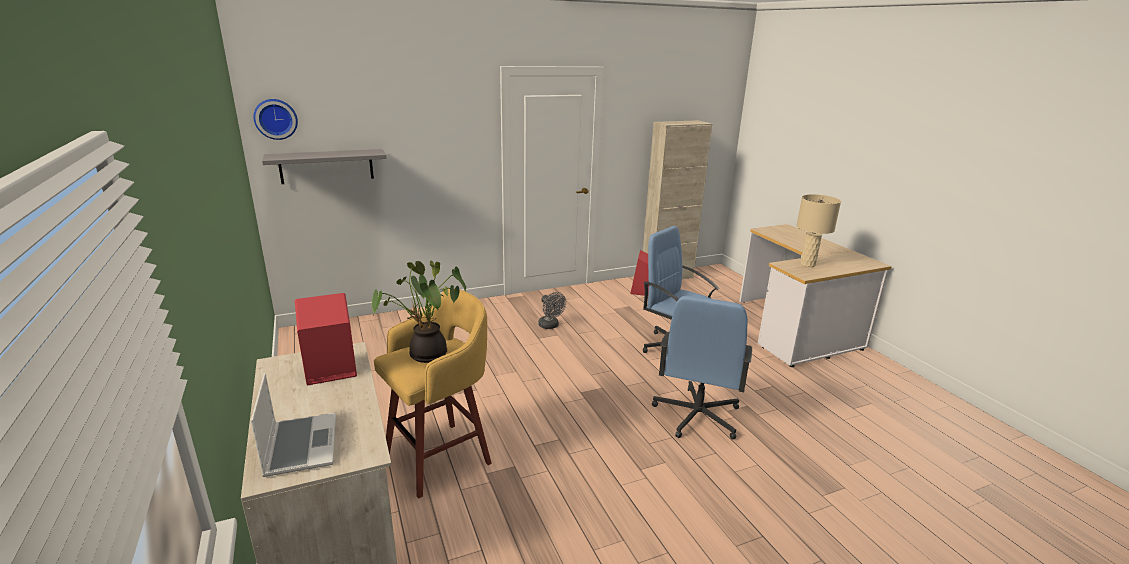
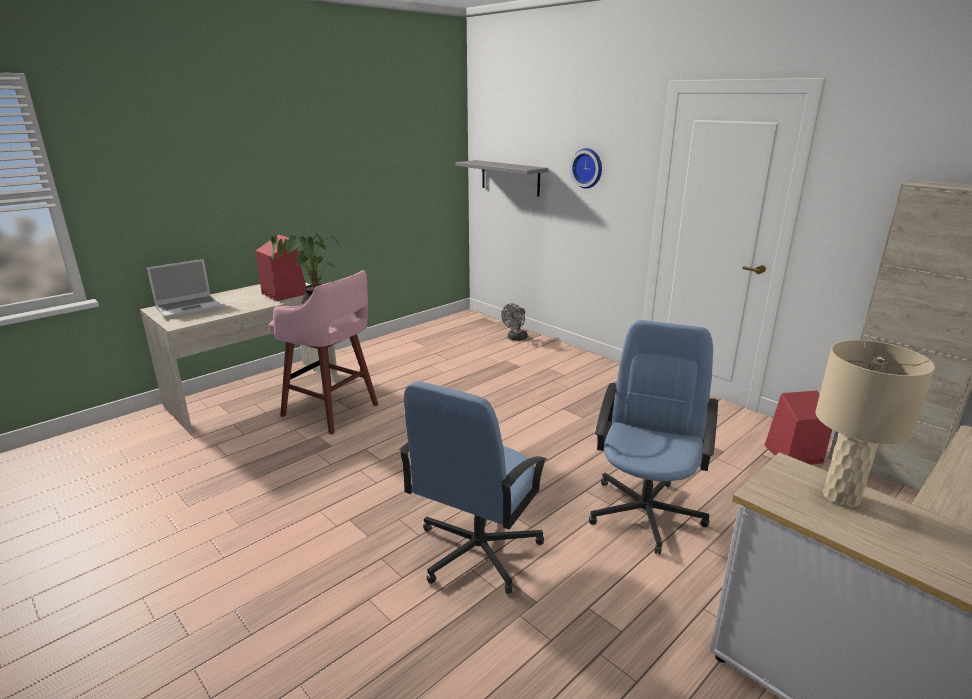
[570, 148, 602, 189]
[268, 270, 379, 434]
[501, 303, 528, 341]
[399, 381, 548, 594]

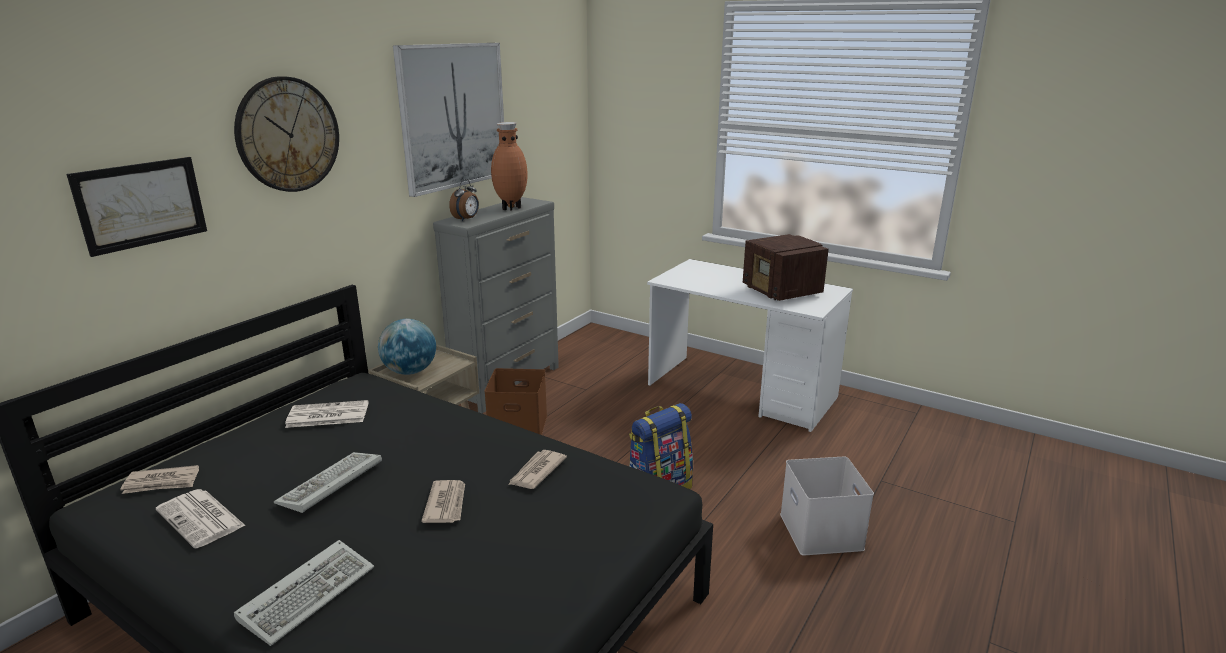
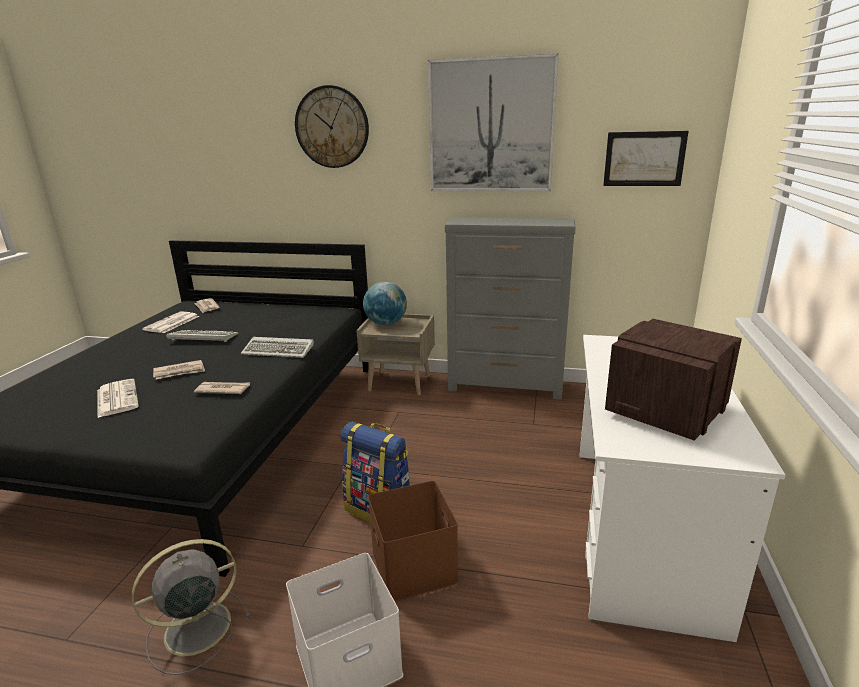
[603, 131, 689, 186]
[241, 337, 314, 358]
[97, 379, 139, 418]
[449, 179, 479, 222] (first image)
[368, 481, 459, 602]
[491, 122, 527, 211] (first image)
[132, 539, 251, 675]

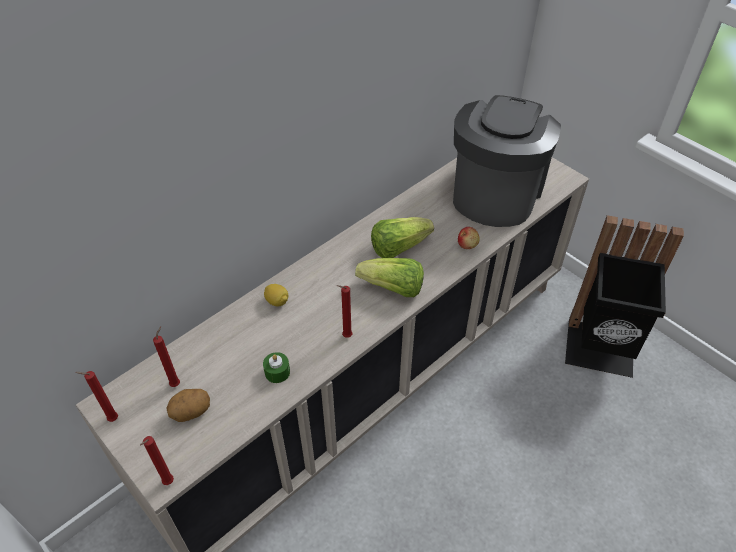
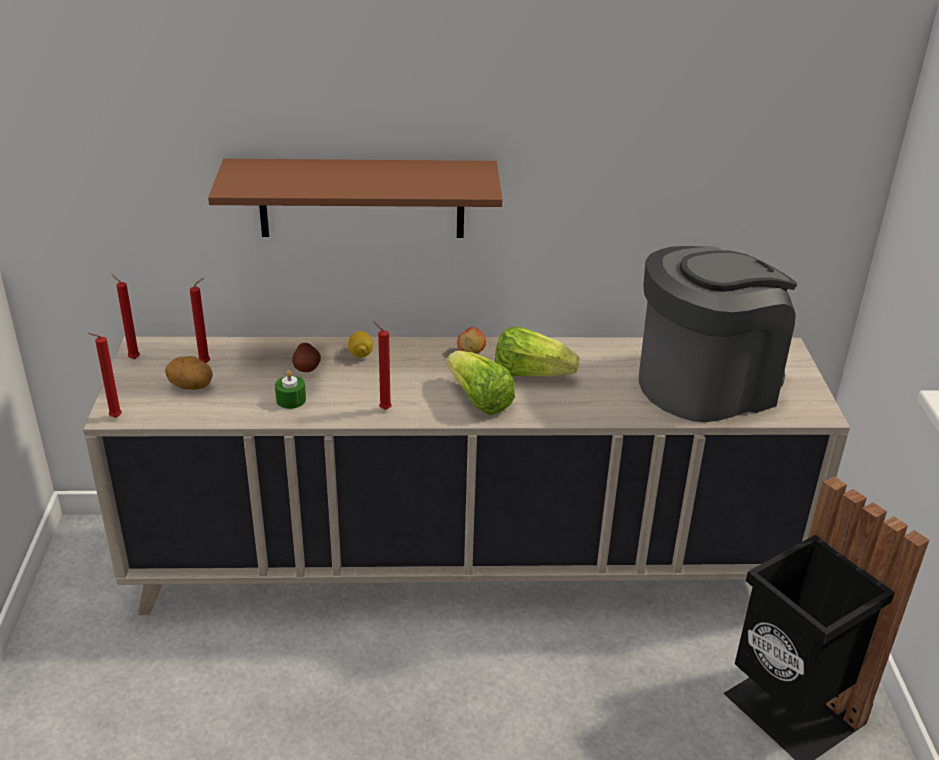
[457, 327, 486, 354]
[208, 159, 502, 238]
[292, 343, 321, 372]

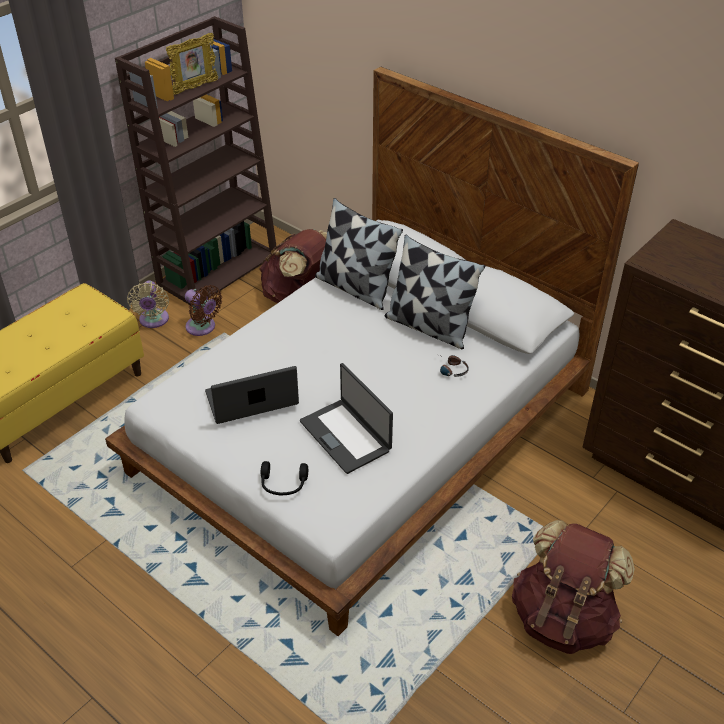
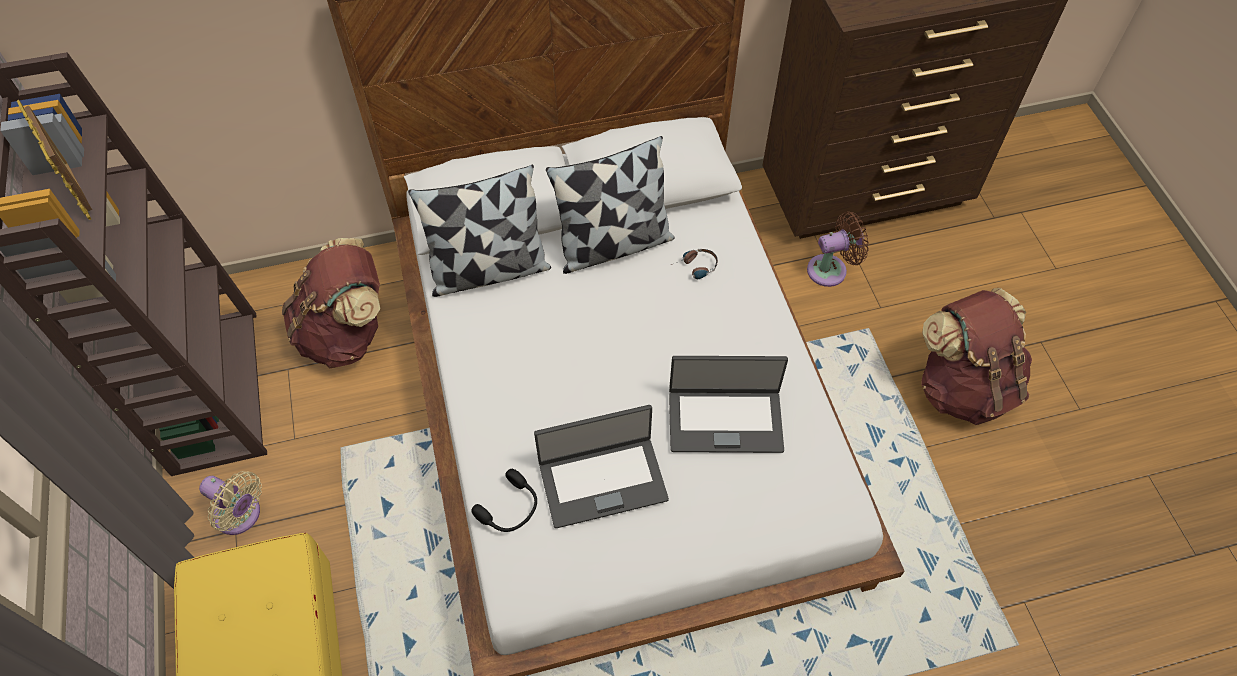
[17, 100, 92, 220]
[807, 212, 869, 287]
[534, 405, 669, 528]
[471, 469, 537, 532]

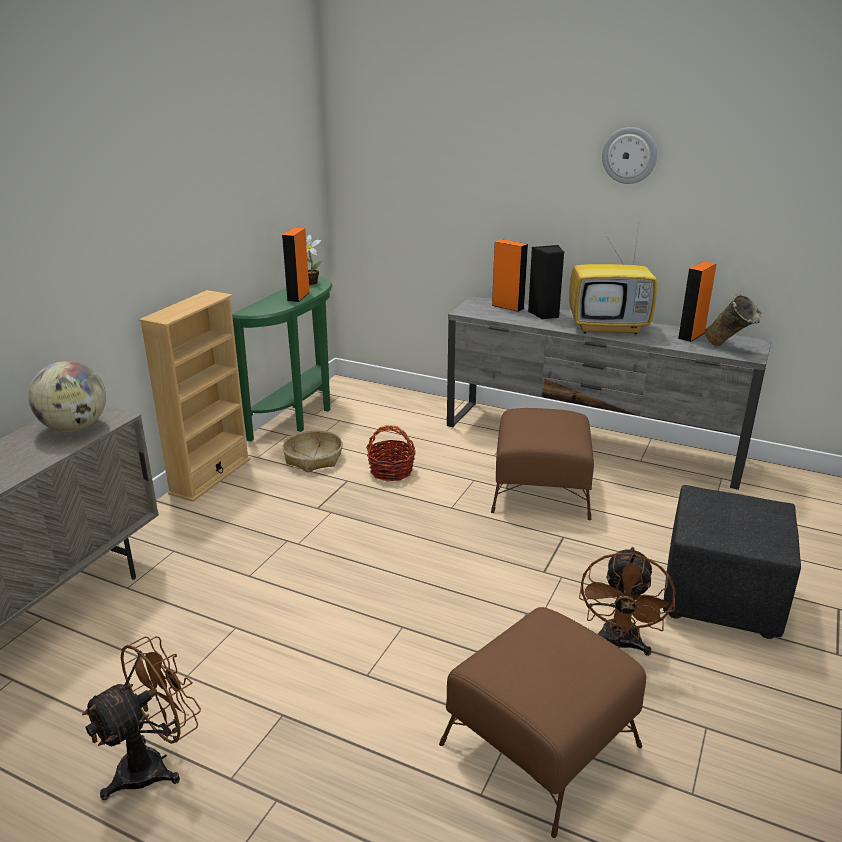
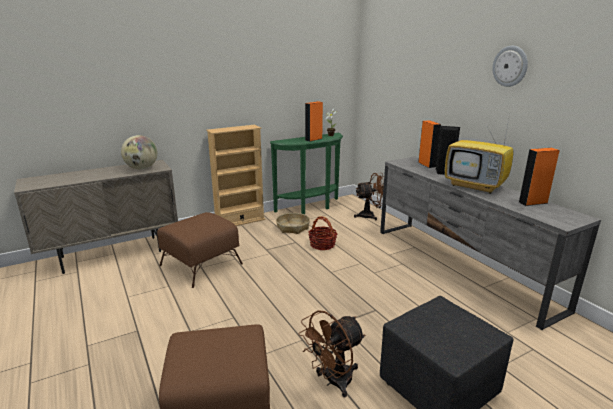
[354, 173, 384, 220]
[157, 212, 243, 288]
[705, 294, 761, 346] (first image)

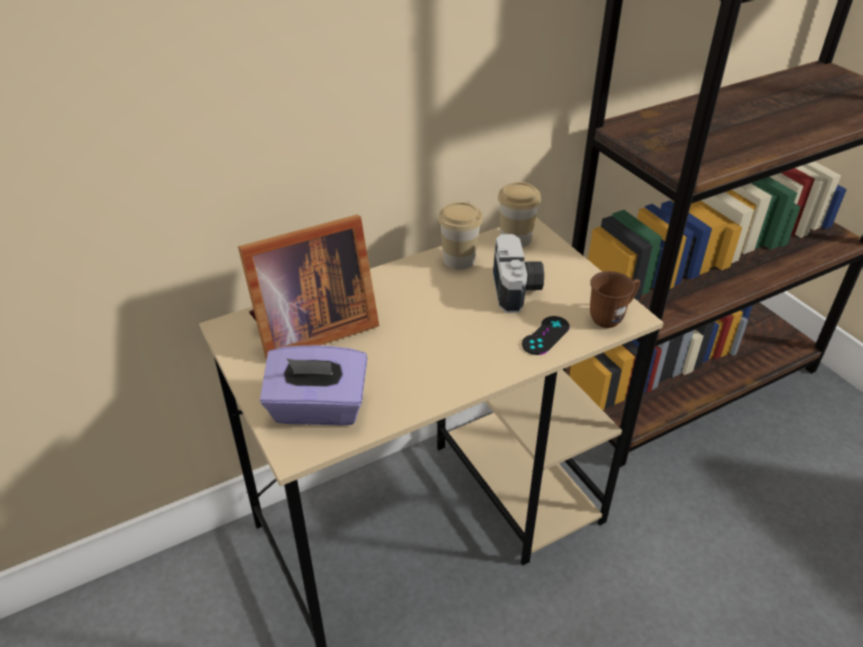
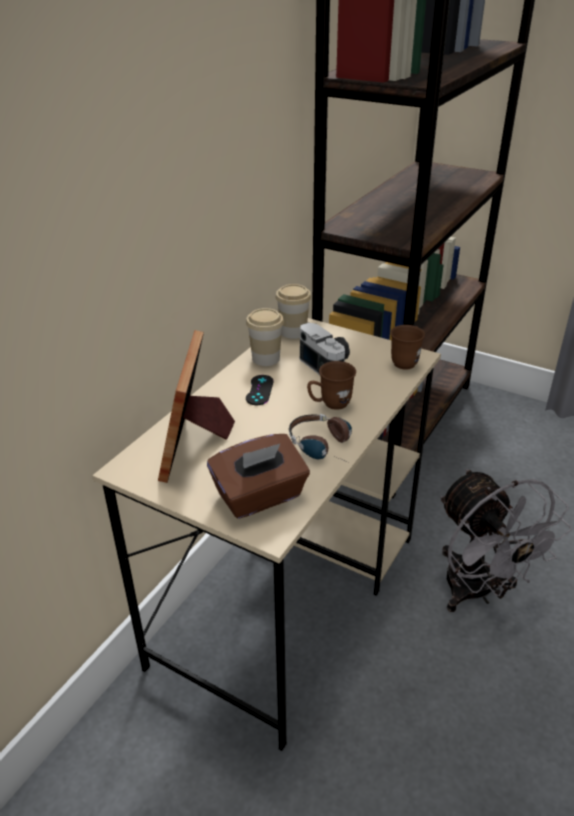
[158, 330, 235, 483]
[207, 434, 310, 519]
[246, 375, 274, 405]
[289, 414, 352, 460]
[307, 361, 356, 410]
[440, 469, 572, 612]

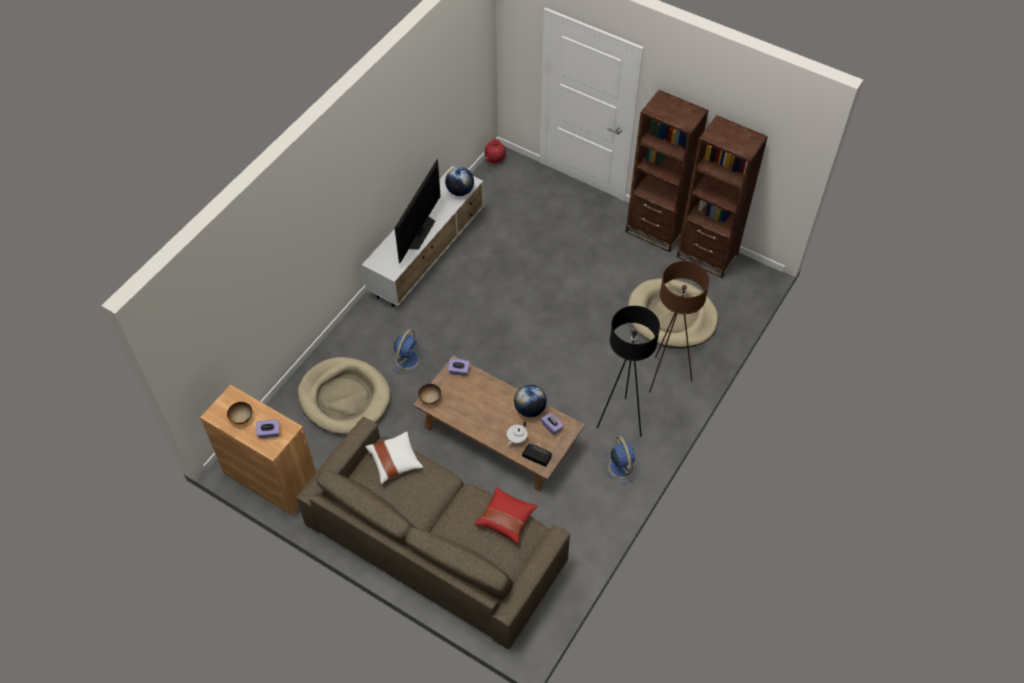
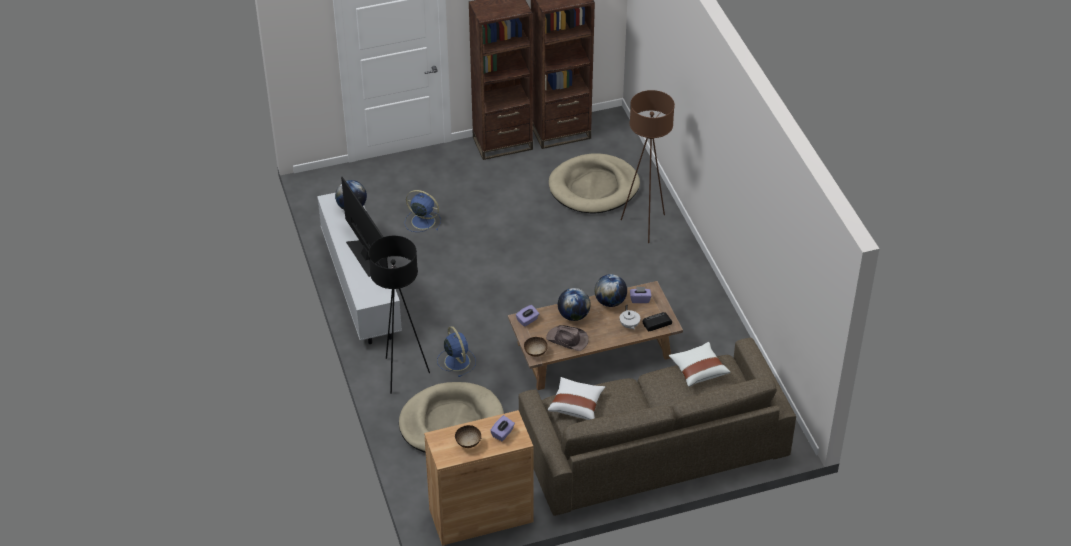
[669, 342, 730, 387]
[484, 139, 506, 164] (first image)
[368, 236, 430, 394]
[405, 190, 441, 232]
[546, 325, 589, 351]
[558, 288, 591, 321]

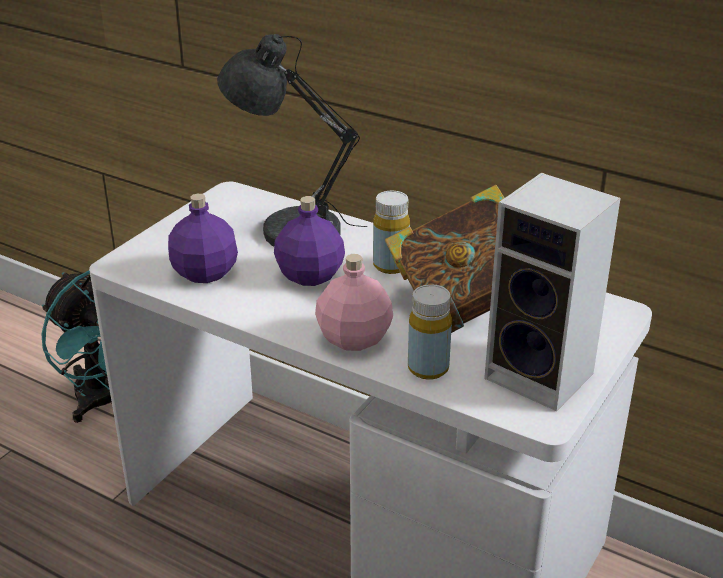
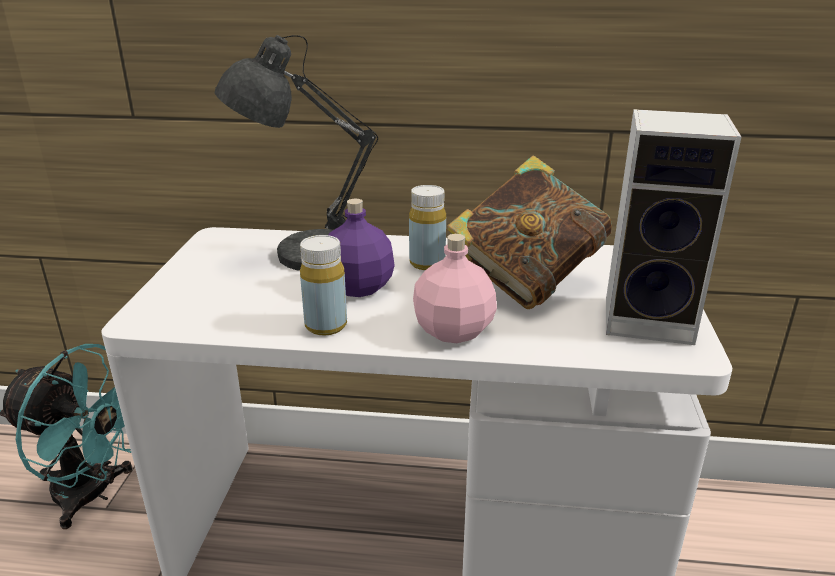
[168, 194, 238, 283] (first image)
[300, 235, 347, 336]

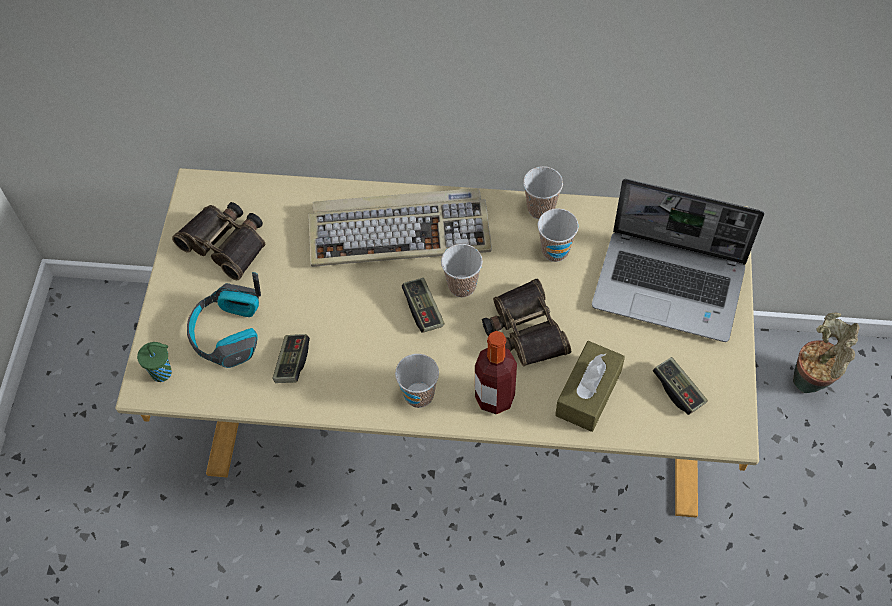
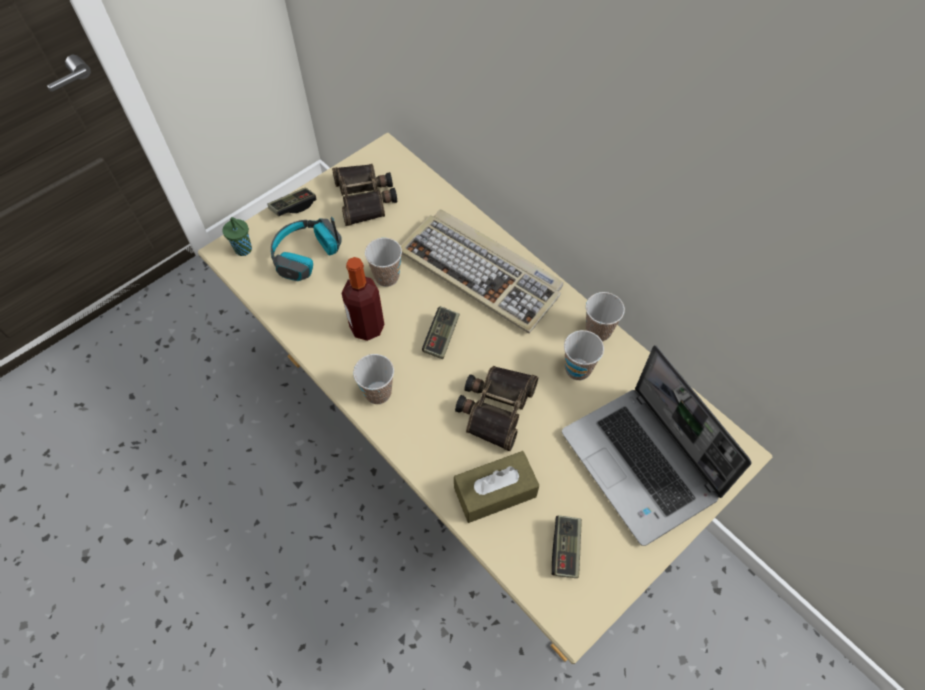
[268, 188, 316, 216]
[365, 238, 402, 287]
[341, 257, 385, 341]
[793, 312, 860, 393] (first image)

